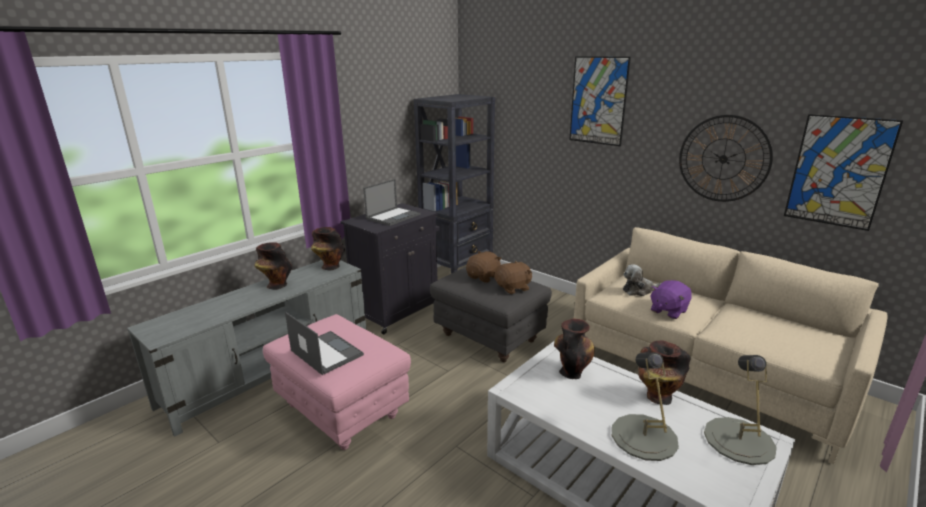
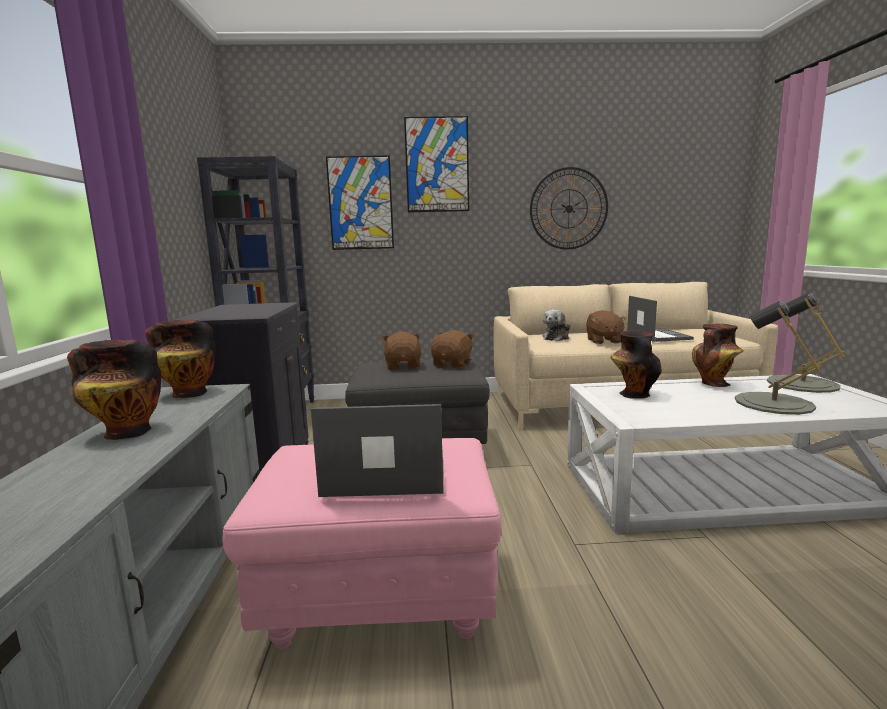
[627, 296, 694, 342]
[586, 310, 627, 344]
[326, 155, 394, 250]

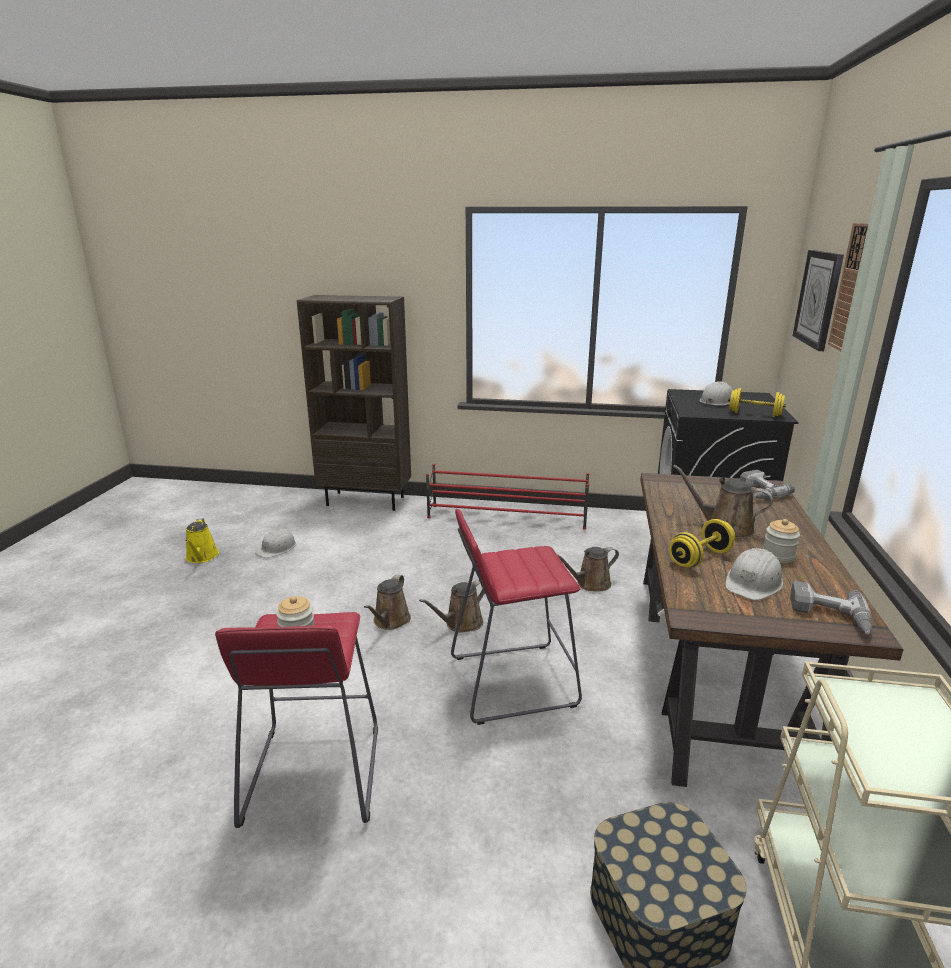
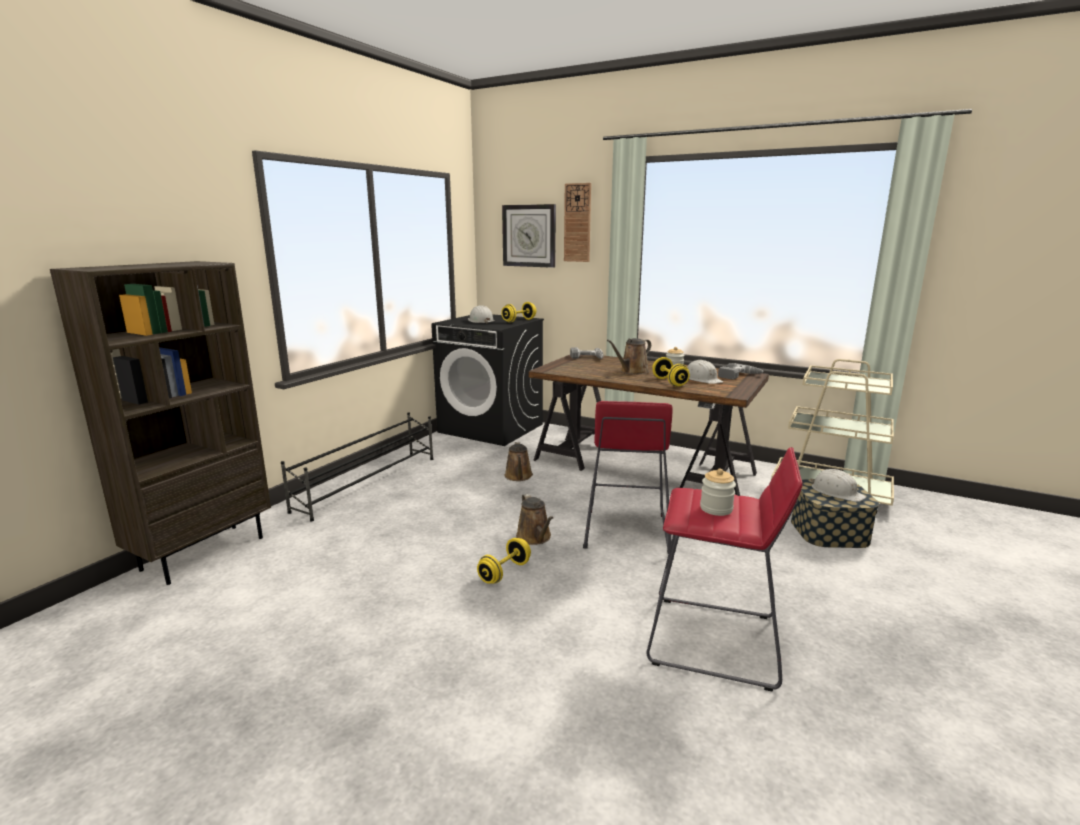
[185, 518, 219, 563] (first image)
[810, 469, 866, 502]
[477, 538, 531, 584]
[281, 412, 433, 521]

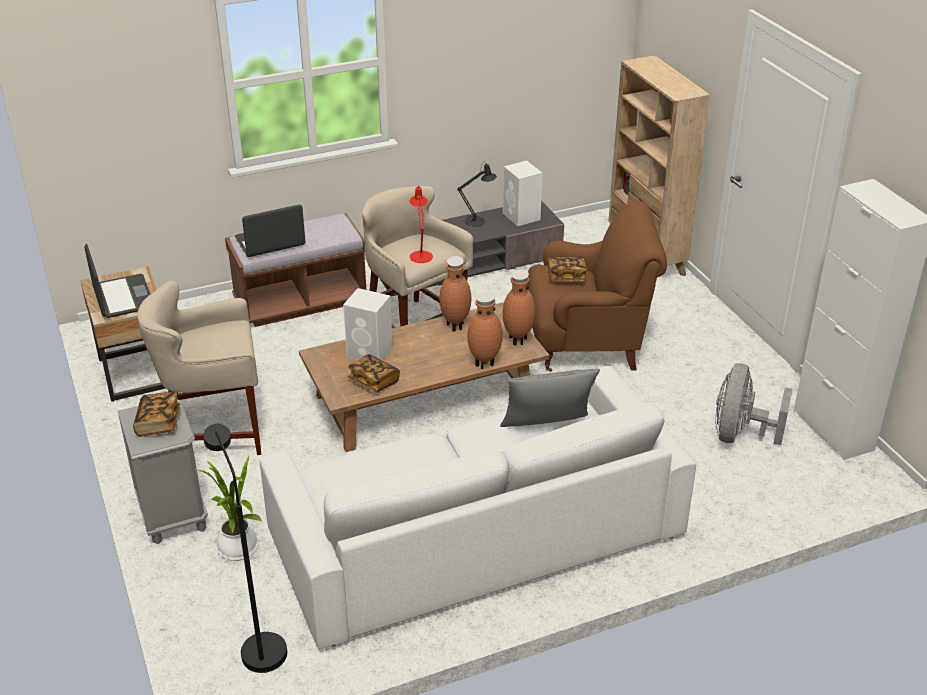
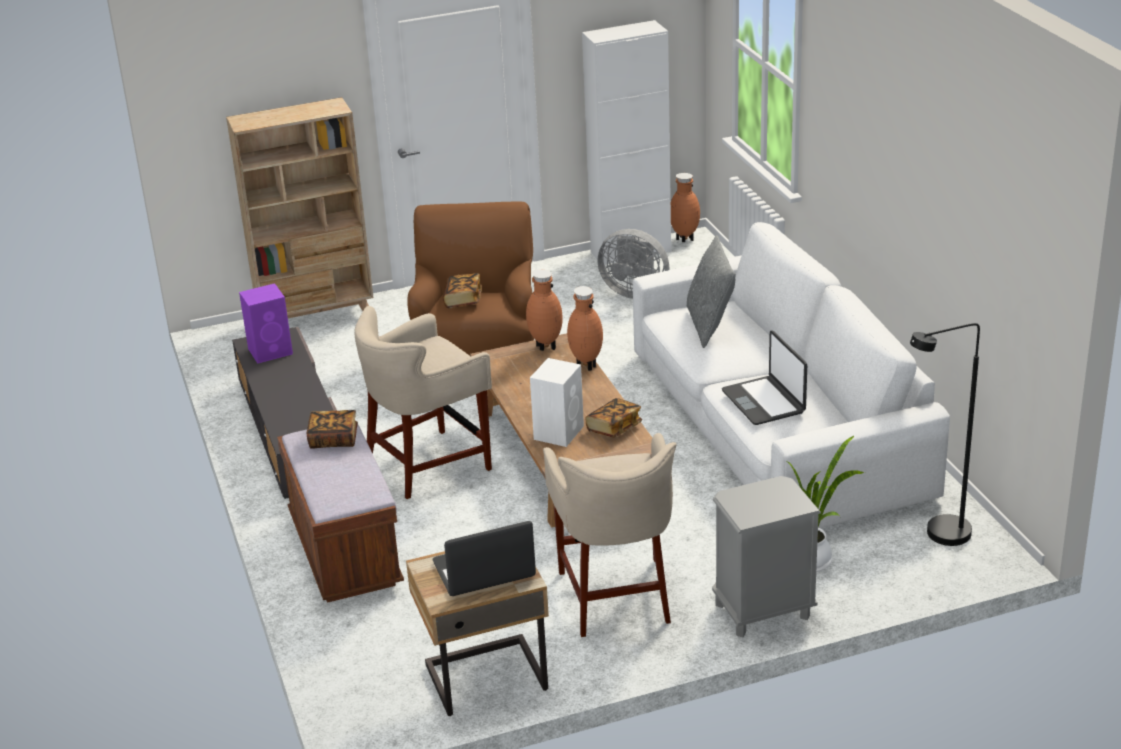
[307, 410, 358, 449]
[722, 330, 807, 425]
[410, 185, 433, 263] (first image)
[671, 173, 700, 242]
[457, 162, 497, 227] (first image)
[239, 283, 293, 363]

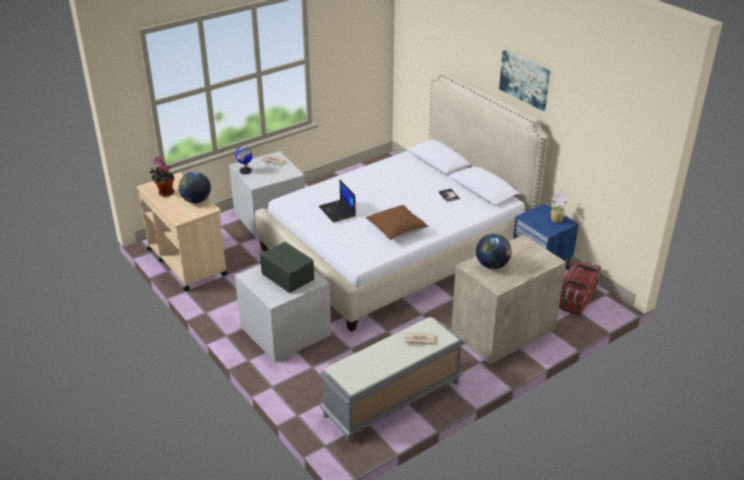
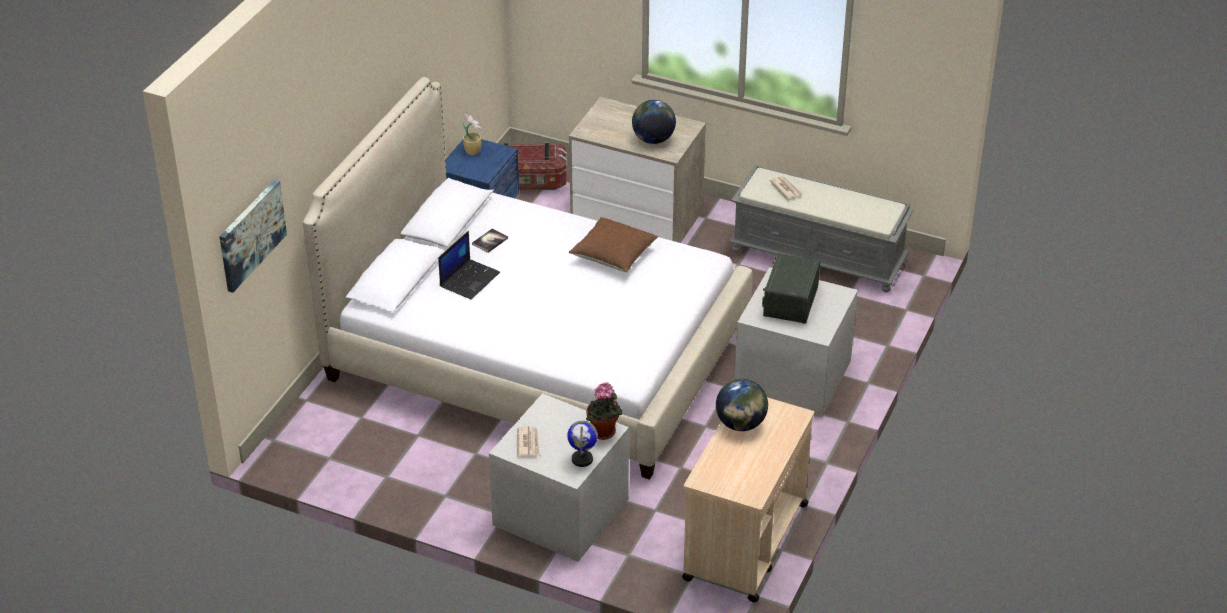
[586, 382, 622, 440]
[438, 231, 500, 299]
[219, 179, 287, 293]

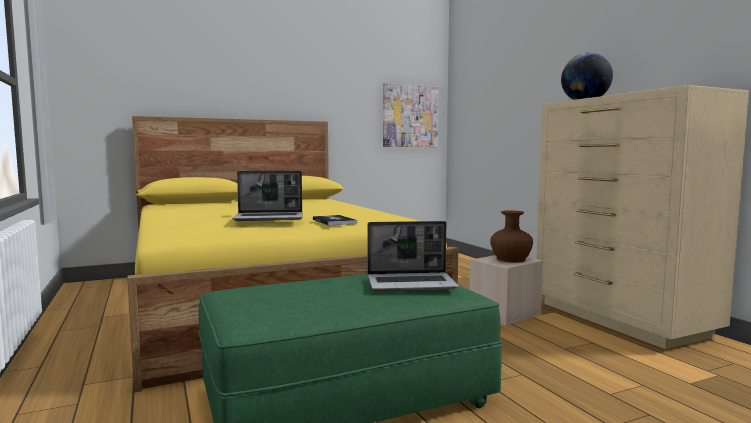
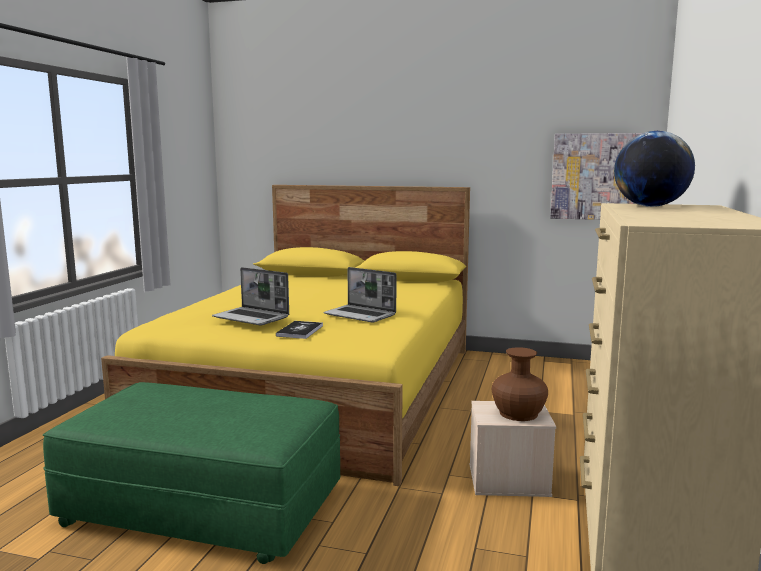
[323, 267, 396, 322]

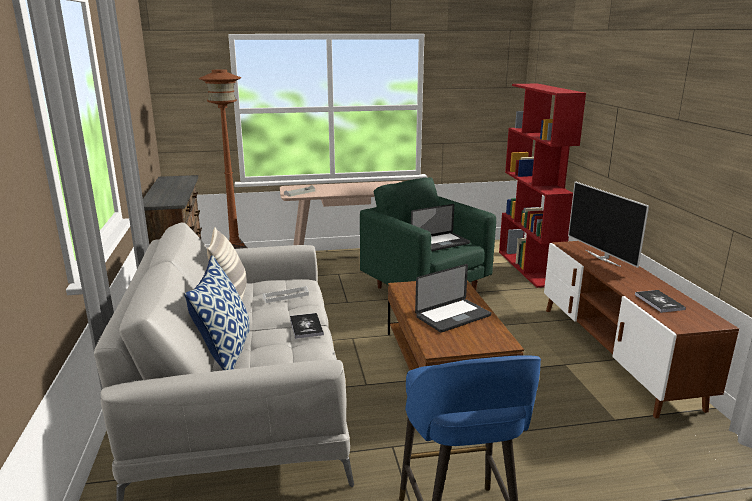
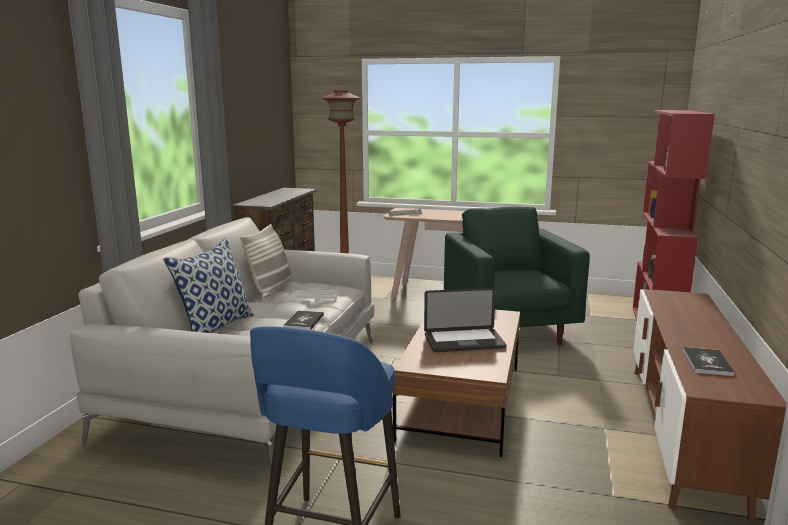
[411, 204, 470, 251] (first image)
[568, 181, 649, 268] (first image)

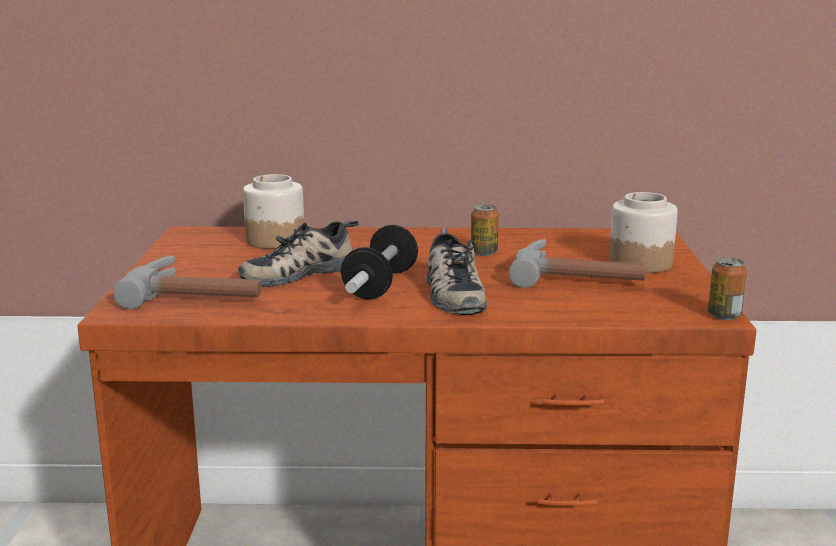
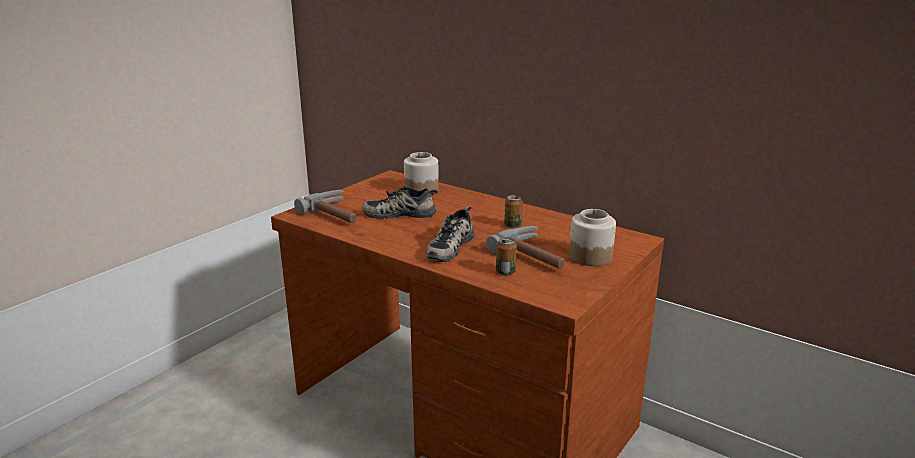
[341, 225, 418, 299] (first image)
[496, 237, 517, 275]

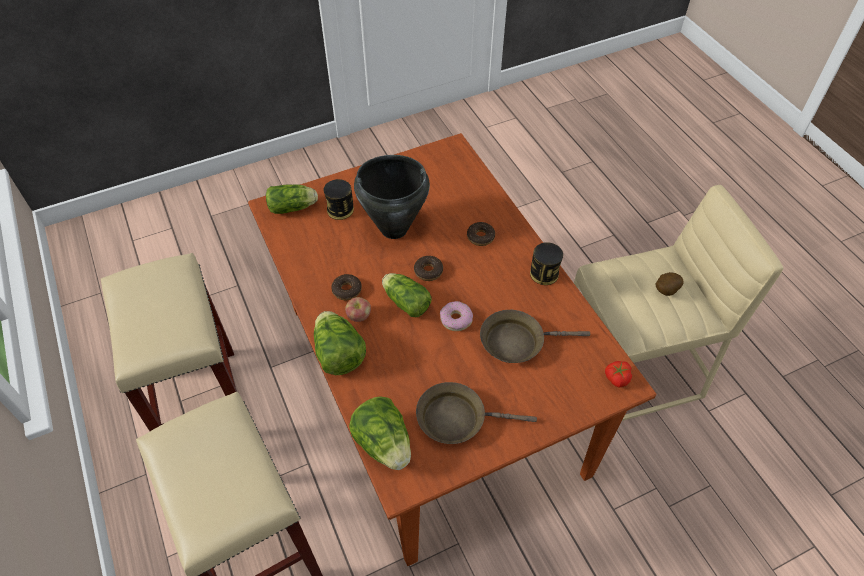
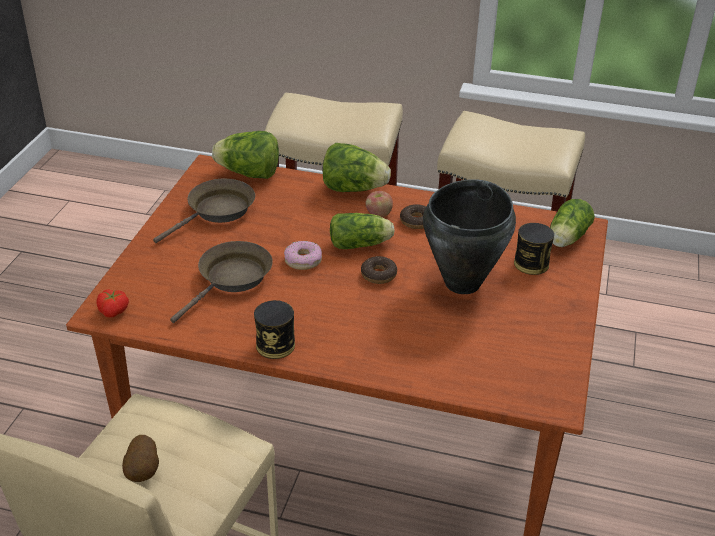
[467, 222, 495, 246] (first image)

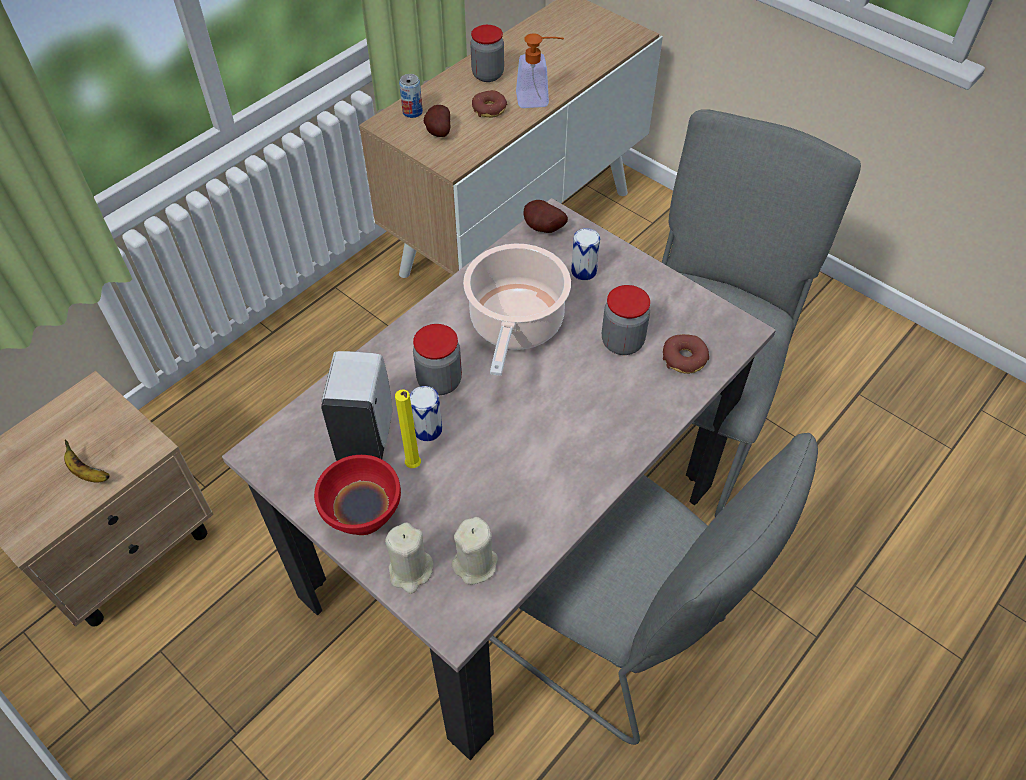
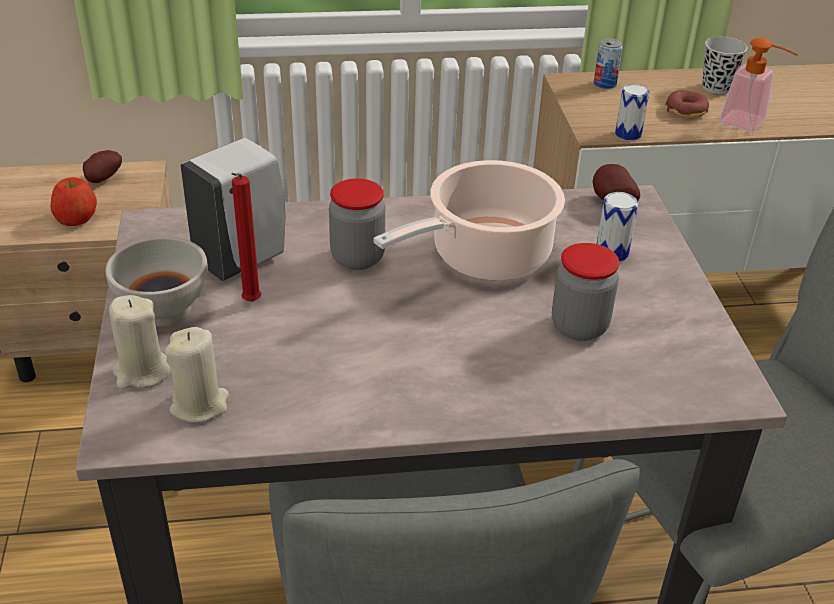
[51, 177, 97, 226]
[106, 236, 208, 327]
[231, 173, 261, 302]
[615, 84, 649, 141]
[83, 150, 122, 183]
[702, 37, 748, 94]
[663, 334, 709, 374] (first image)

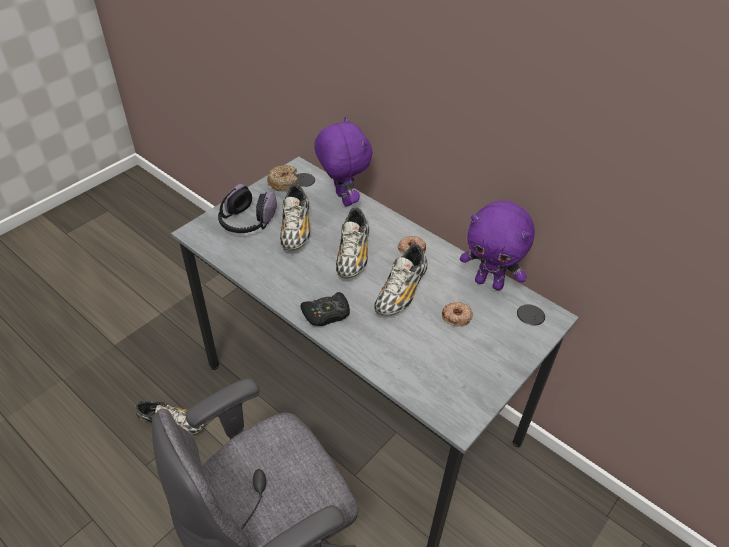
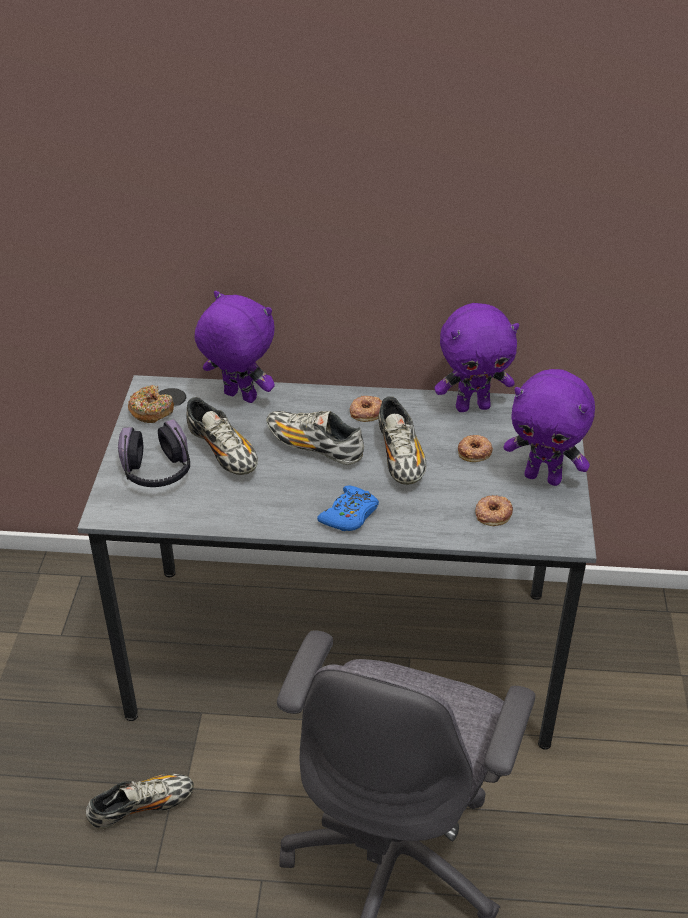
[317, 485, 379, 531]
[266, 411, 364, 465]
[475, 495, 513, 526]
[503, 369, 595, 486]

